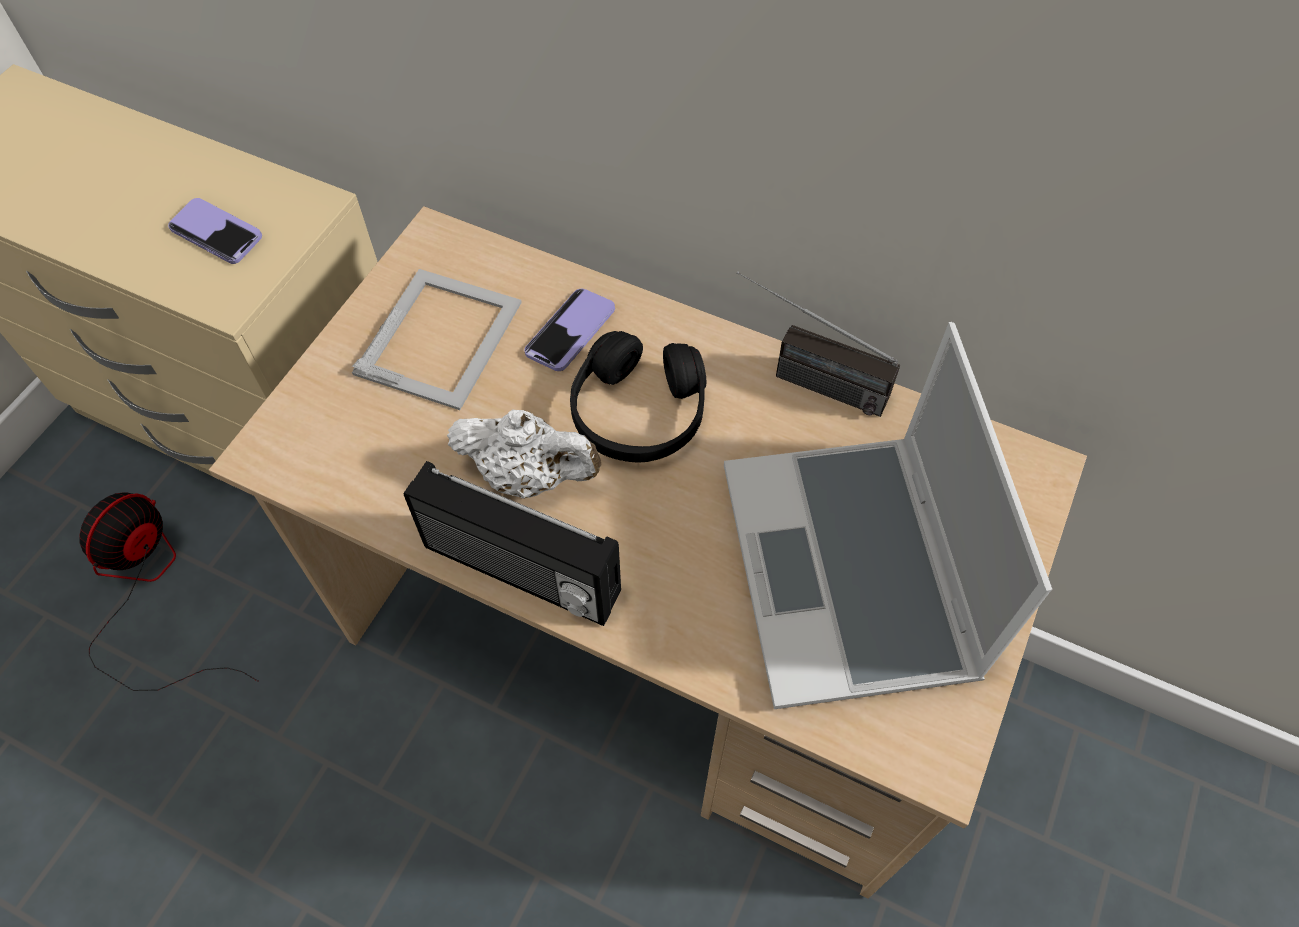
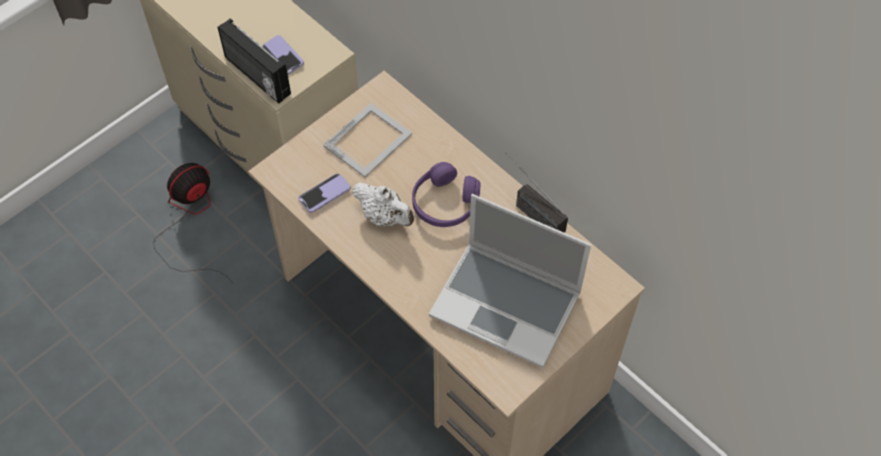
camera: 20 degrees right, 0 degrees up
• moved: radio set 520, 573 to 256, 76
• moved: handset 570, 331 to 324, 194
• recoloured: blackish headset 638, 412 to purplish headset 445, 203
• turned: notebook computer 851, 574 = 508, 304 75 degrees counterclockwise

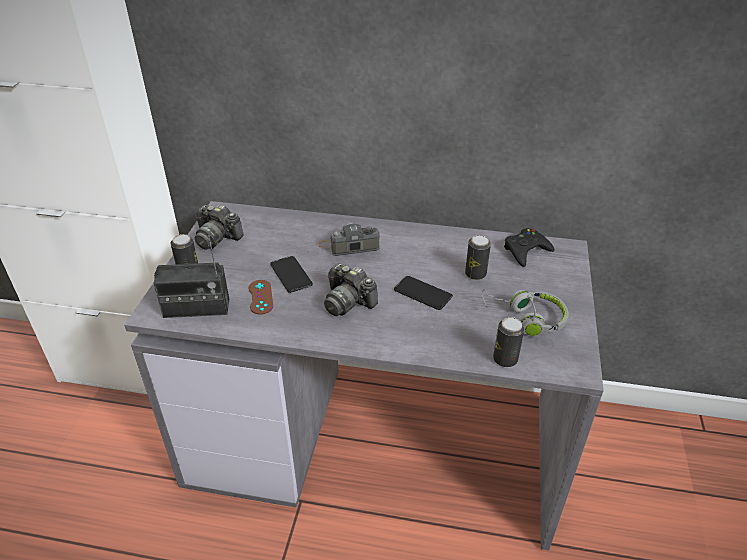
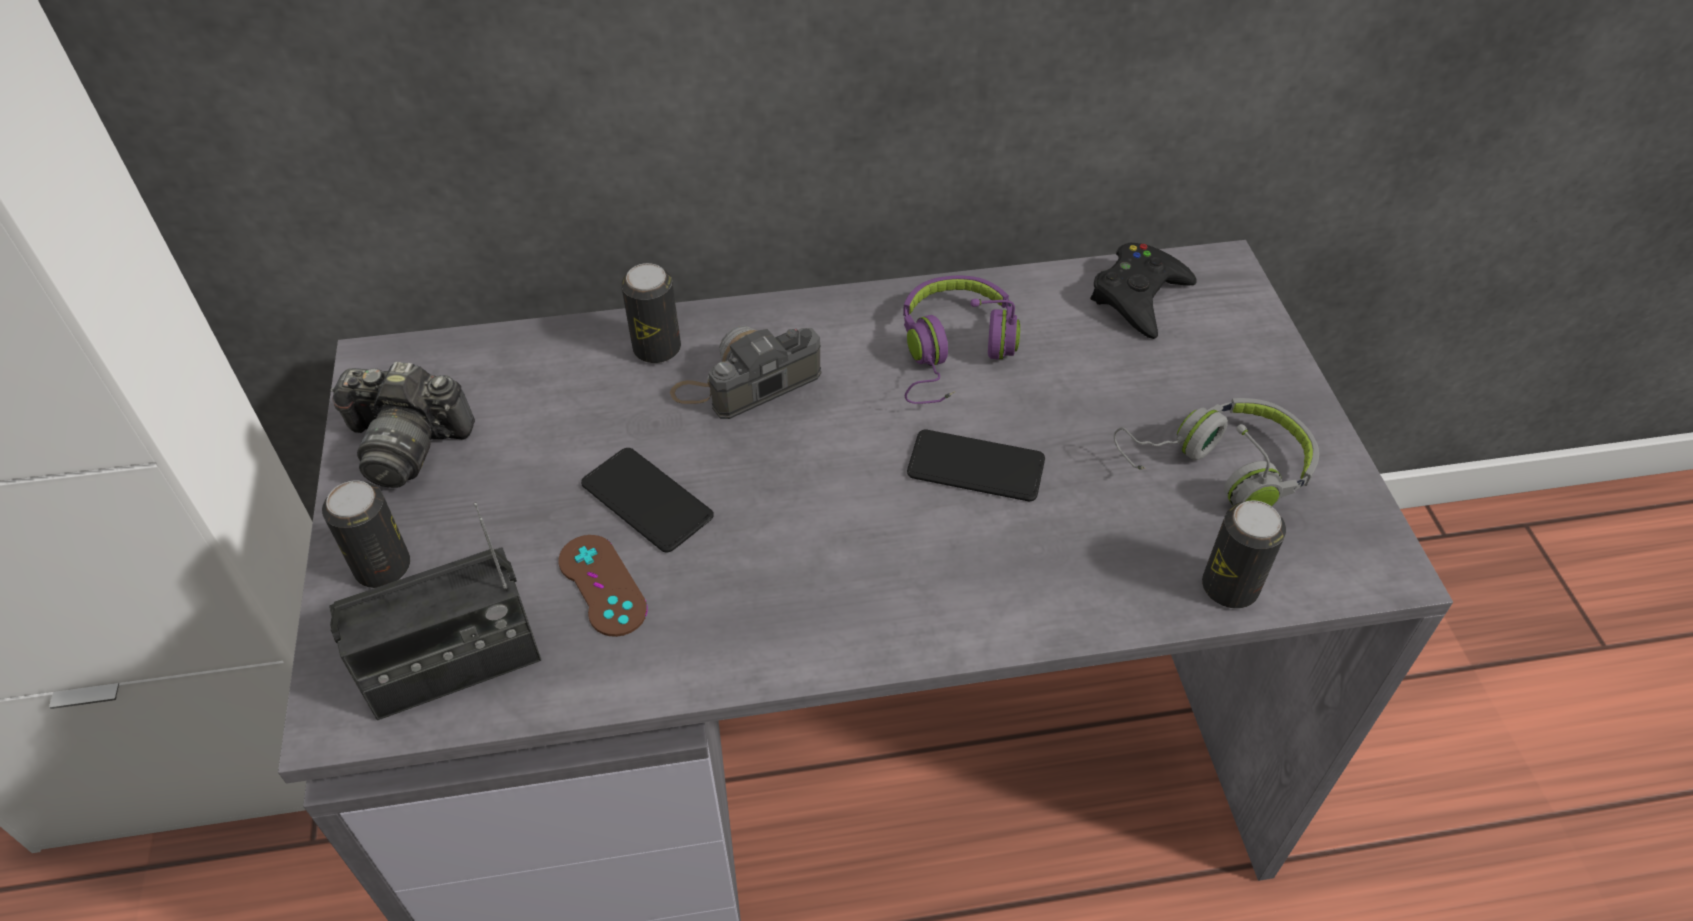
camera: 20 degrees left, 10 degrees up
• removed: photo camera 348, 301
• added: purplish headset 954, 353
• moved: can 475, 274 to 657, 349

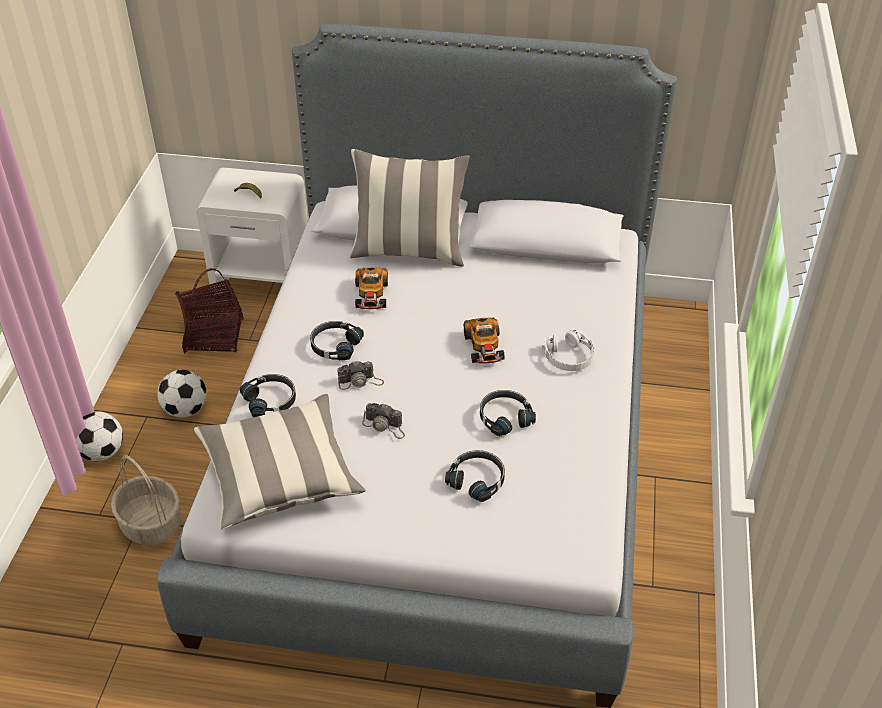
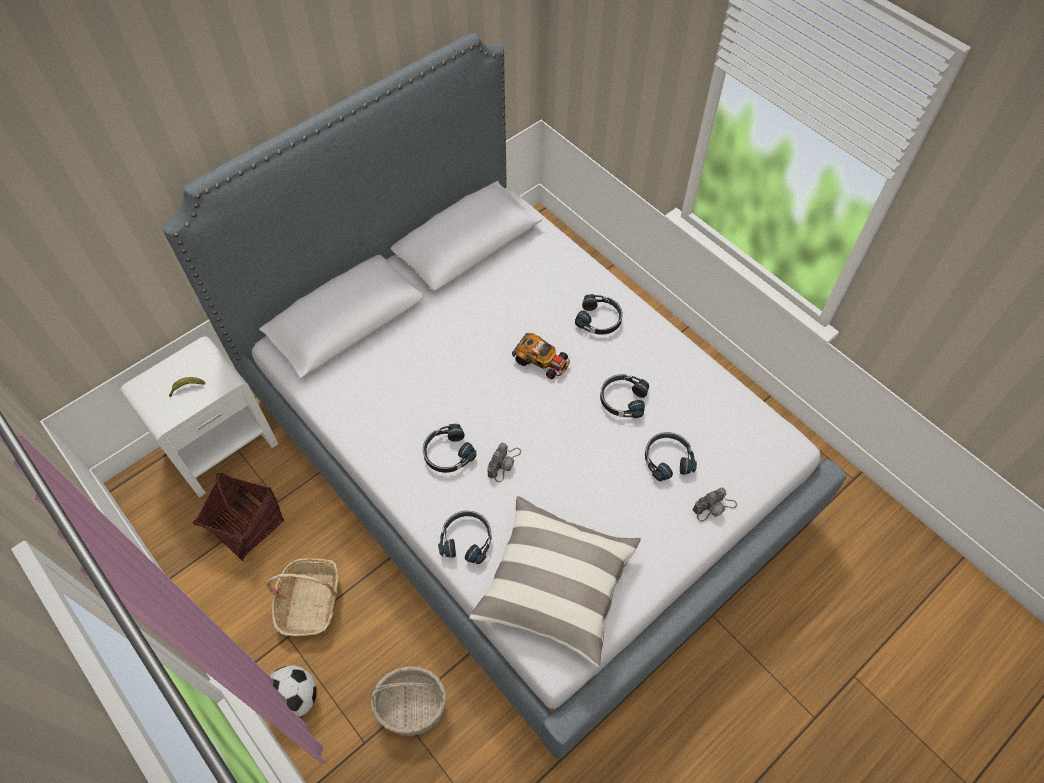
camera: 50 degrees left, 15 degrees up
• removed: throw pillow 409, 251
• removed: model car 371, 295
• moved: photo camera 385, 426 to 714, 507
• replaced: ball for football 185, 410 to storage basket 310, 601
• recoloured: whitish headset 569, 357 to blackish headset 599, 319

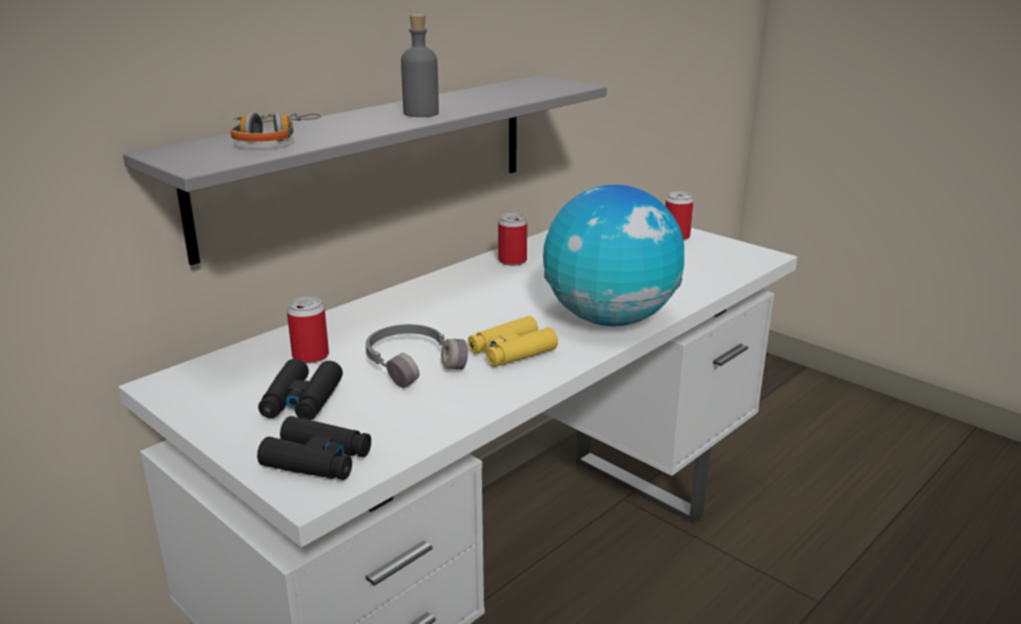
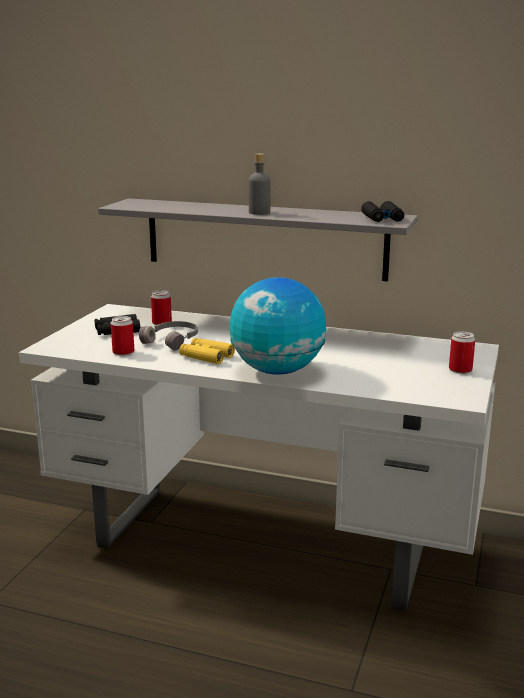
camera: 65 degrees right, 5 degrees down
• removed: headset 271, 139
• moved: blackish pair of binoculars 317, 460 to 382, 218
• moved: can 512, 261 to 123, 352

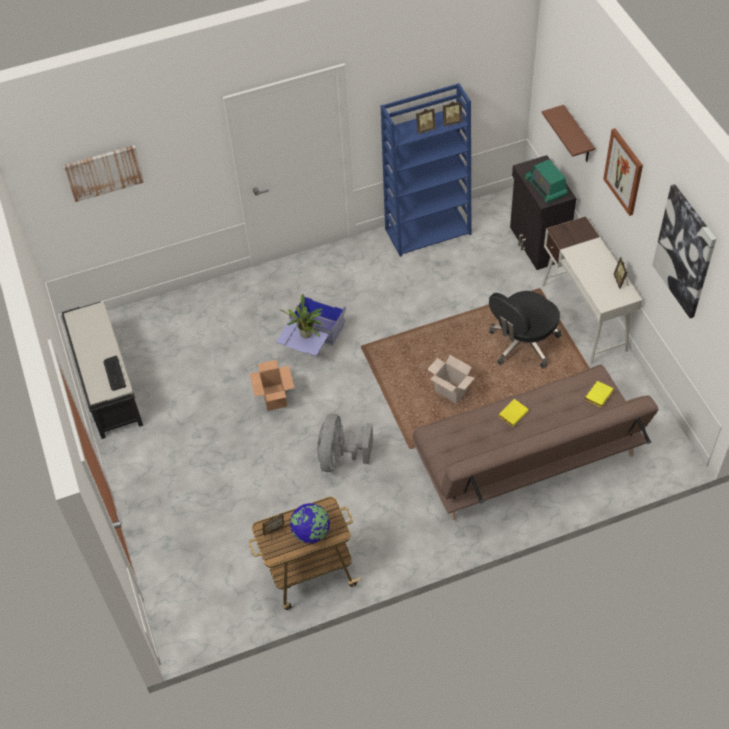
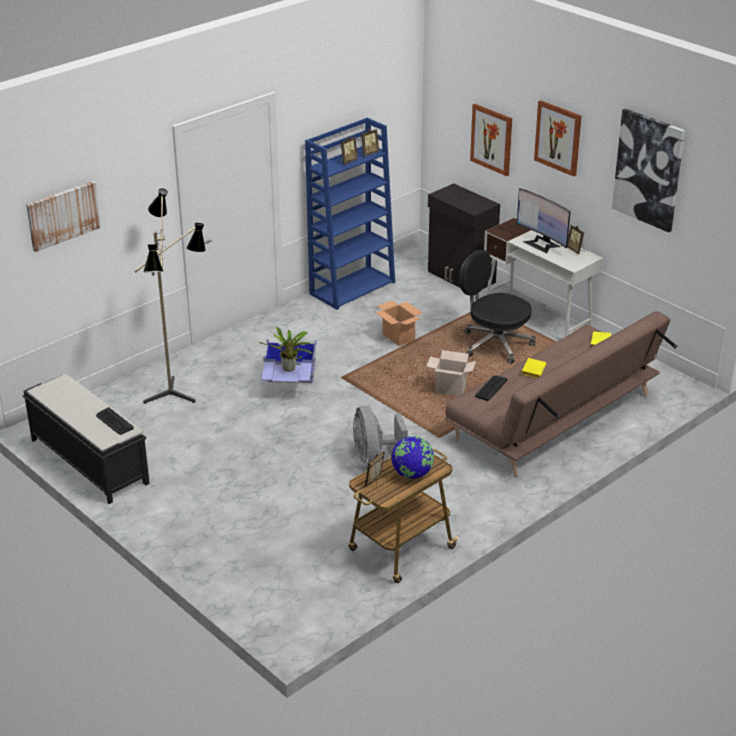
camera: 25 degrees left, 20 degrees down
• removed: radio set 546, 187
• added: floor lamp 177, 394
• added: PC keyboard 490, 388
• added: computer screen 542, 244
• moved: cardboard box 274, 397 to 398, 337
• replaced: brown wall shelf 577, 136 to picture 492, 139
• turned: blackish office chair 522, 344 = 494, 344 105 degrees clockwise

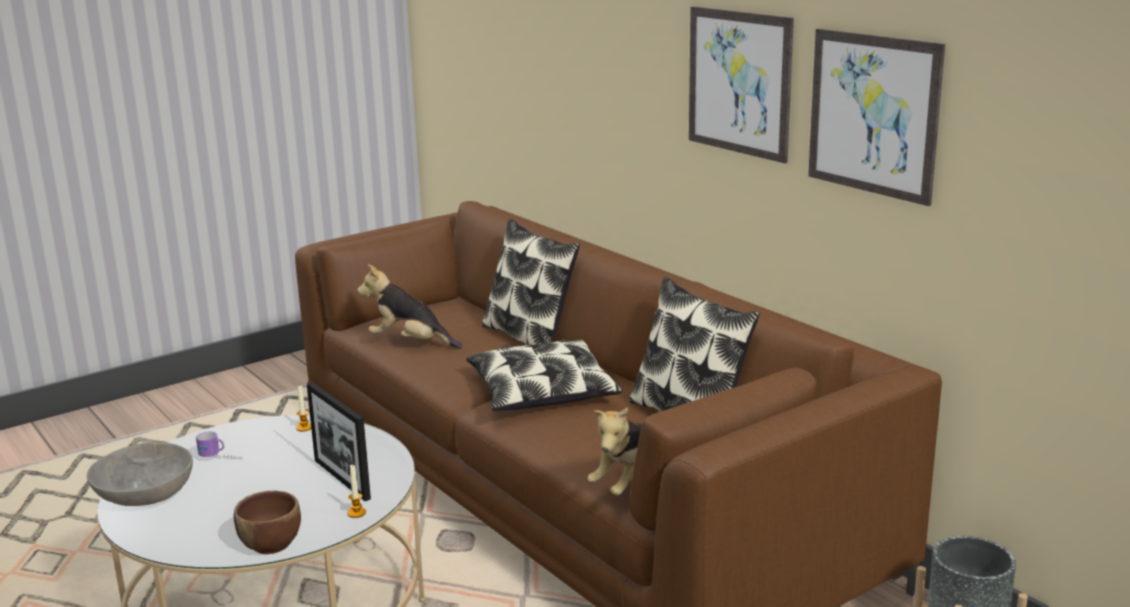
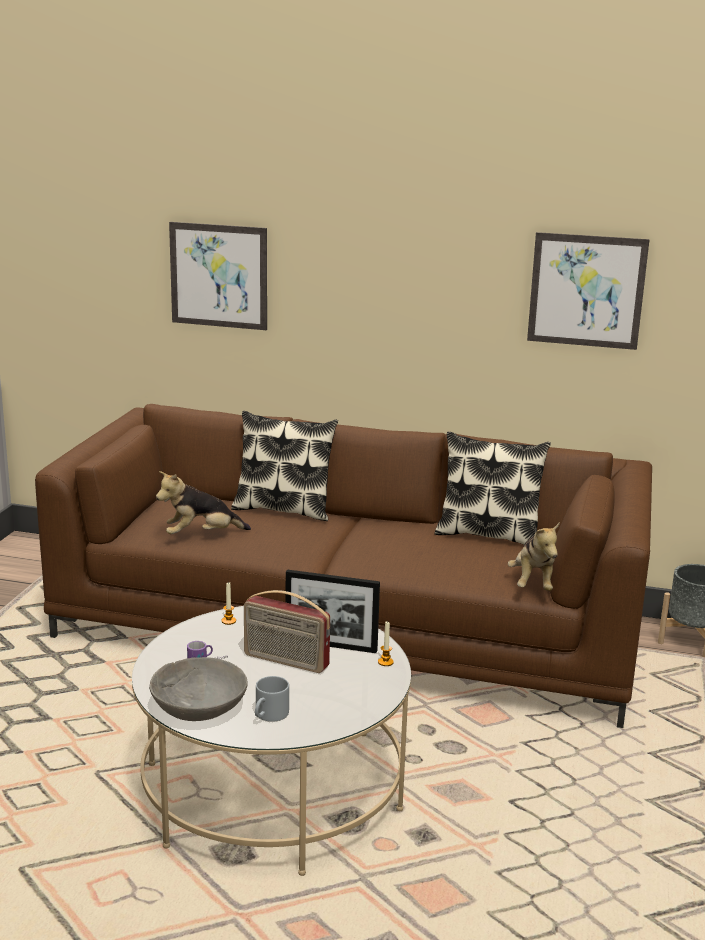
camera: 40 degrees left, 0 degrees up
• removed: brown serving bowl 271, 544
• removed: throw pillow 542, 393
• added: radio set 285, 661
• added: greyish coffee mug 269, 715
• moved: picture 739, 82 to 218, 276

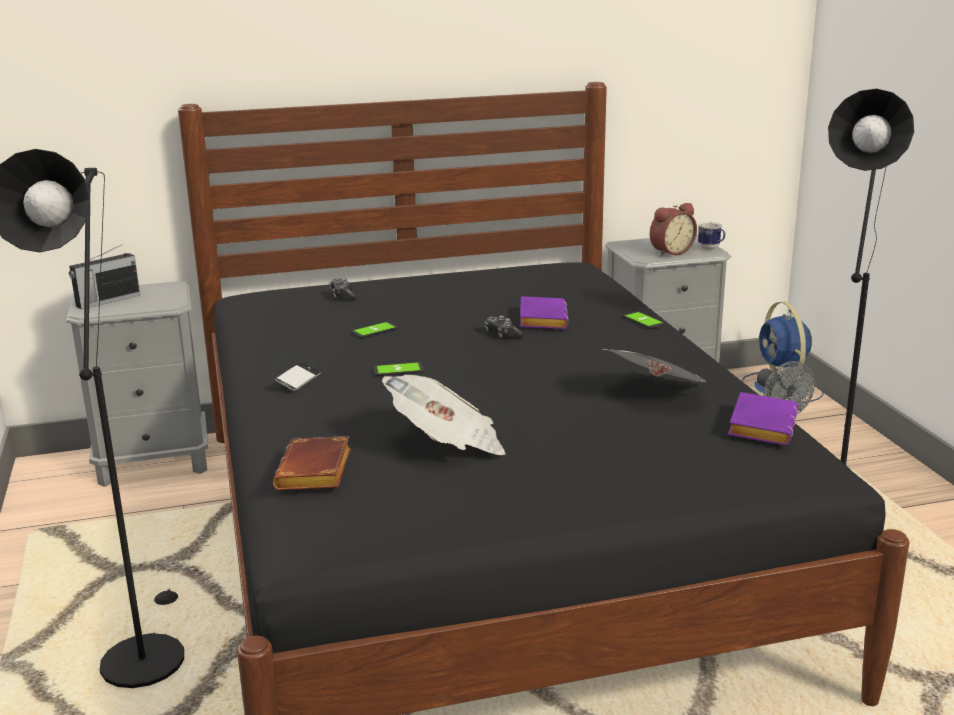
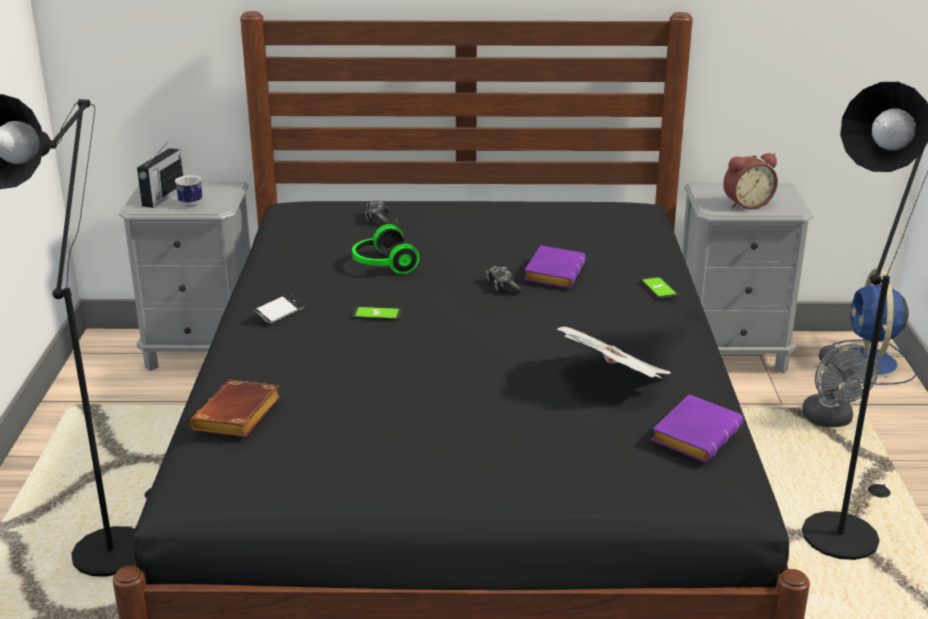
camera: 15 degrees right, 5 degrees up
• removed: newspaper 447, 444
• moved: coffee mug 711, 248 to 191, 206
• replaced: handset 374, 330 to headset 382, 265
• turned: radio set 107, 301 = 162, 197 45 degrees counterclockwise

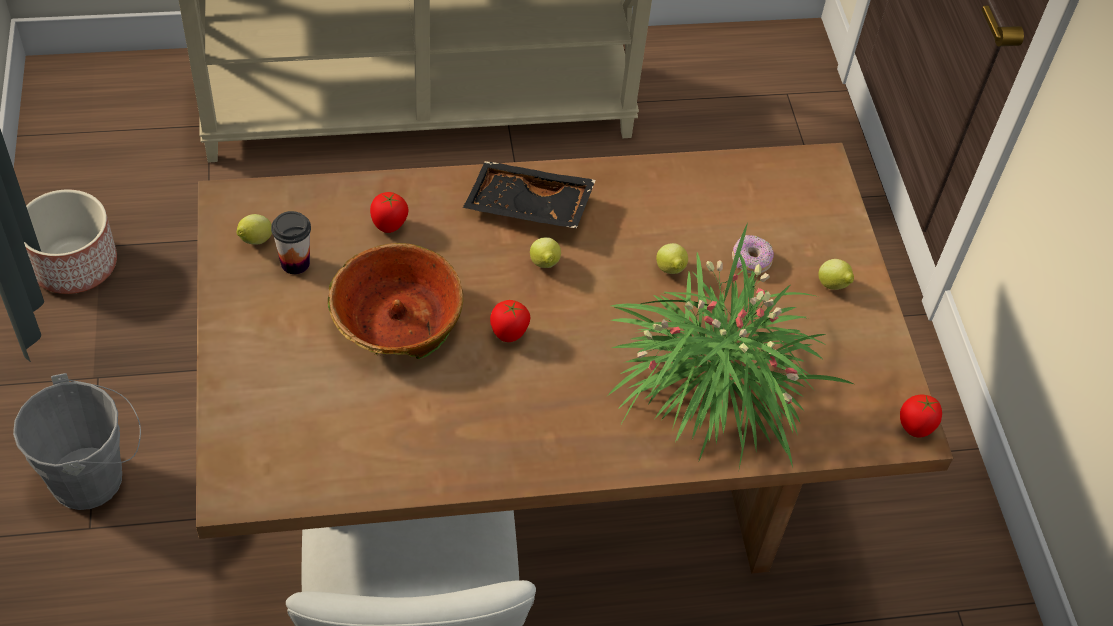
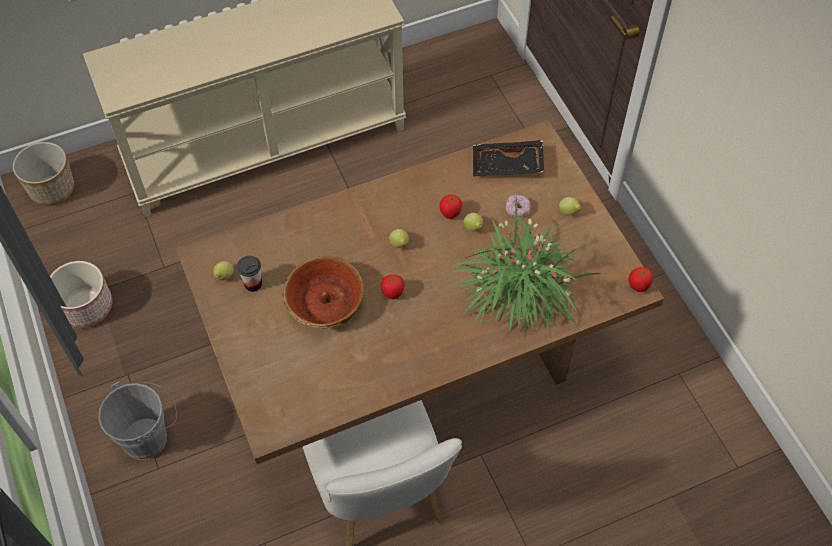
camera: 10 degrees left, 5 degrees up
• added: plant pot 51, 189
• moved: tomato 389, 226 to 450, 214
• moved: blackish carrying tray 528, 208 to 507, 166

